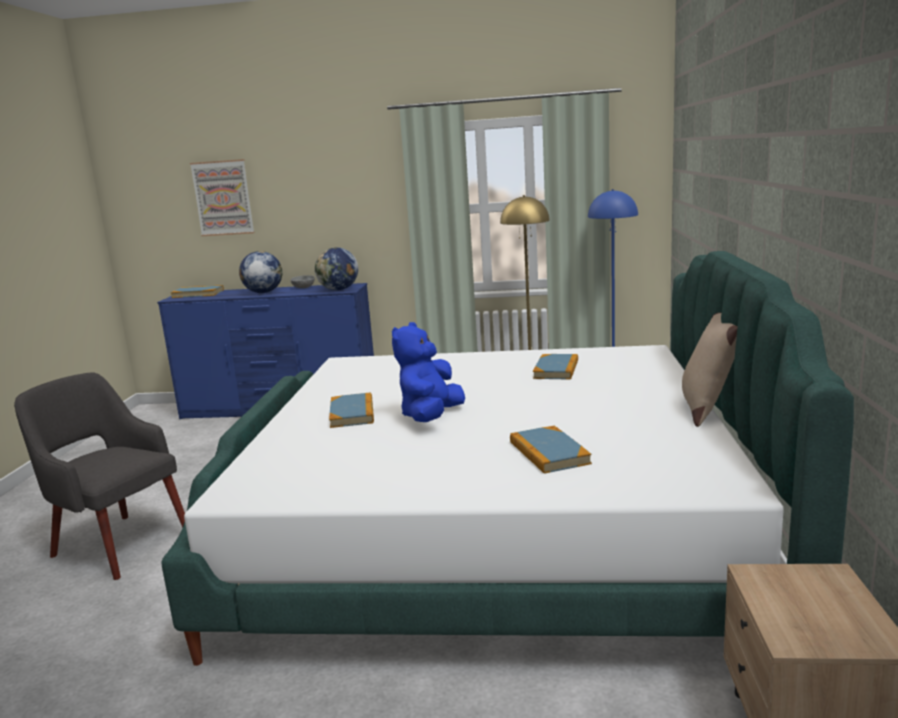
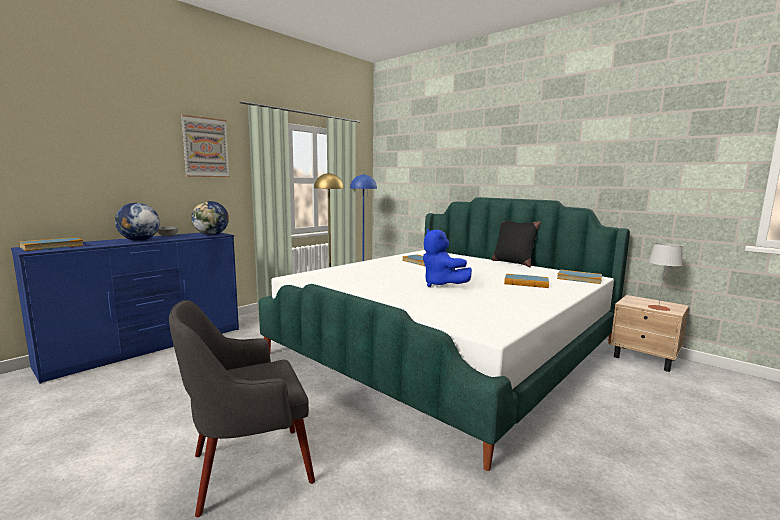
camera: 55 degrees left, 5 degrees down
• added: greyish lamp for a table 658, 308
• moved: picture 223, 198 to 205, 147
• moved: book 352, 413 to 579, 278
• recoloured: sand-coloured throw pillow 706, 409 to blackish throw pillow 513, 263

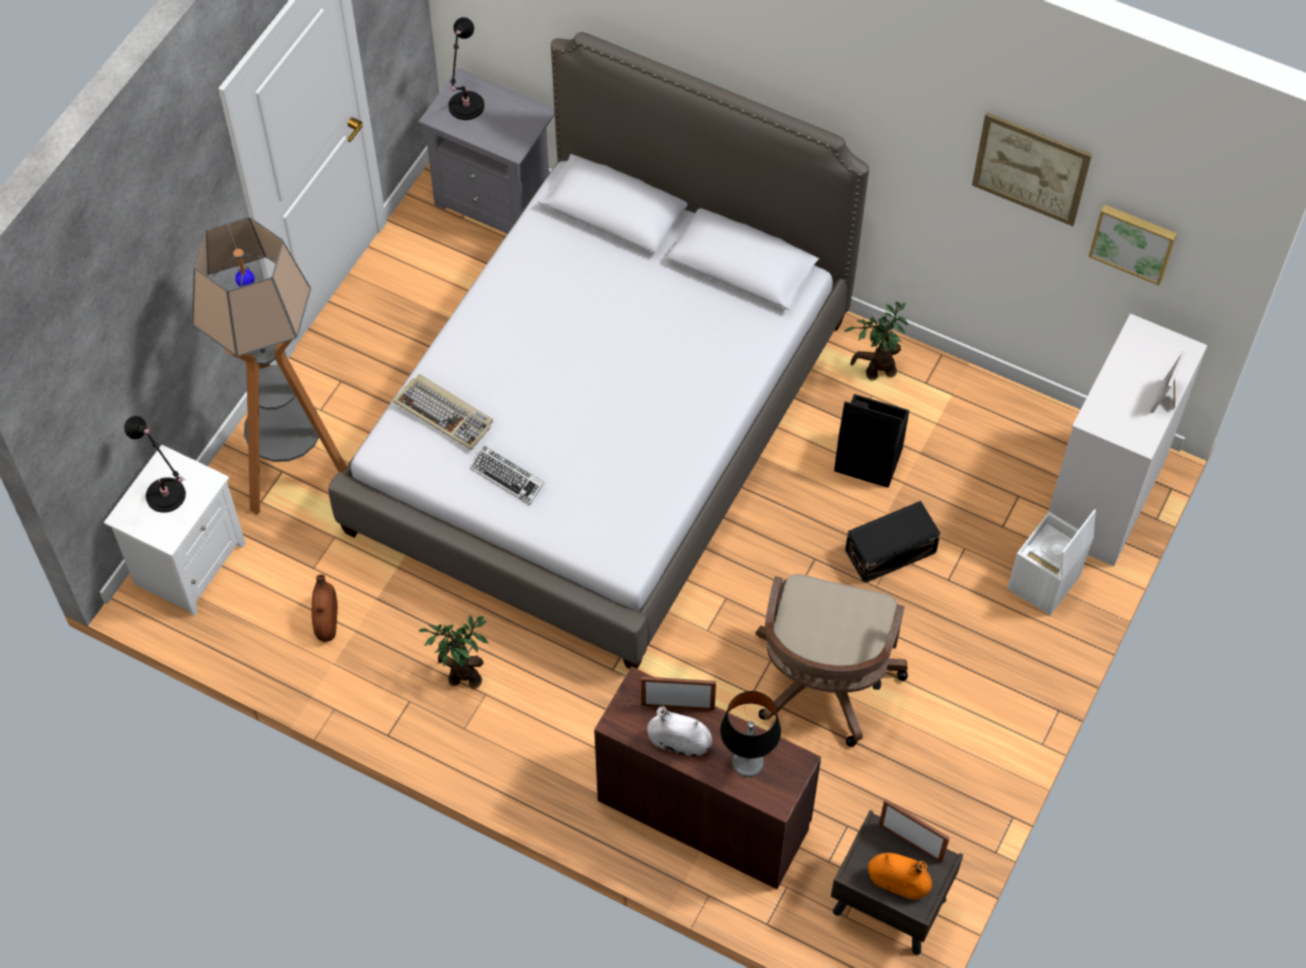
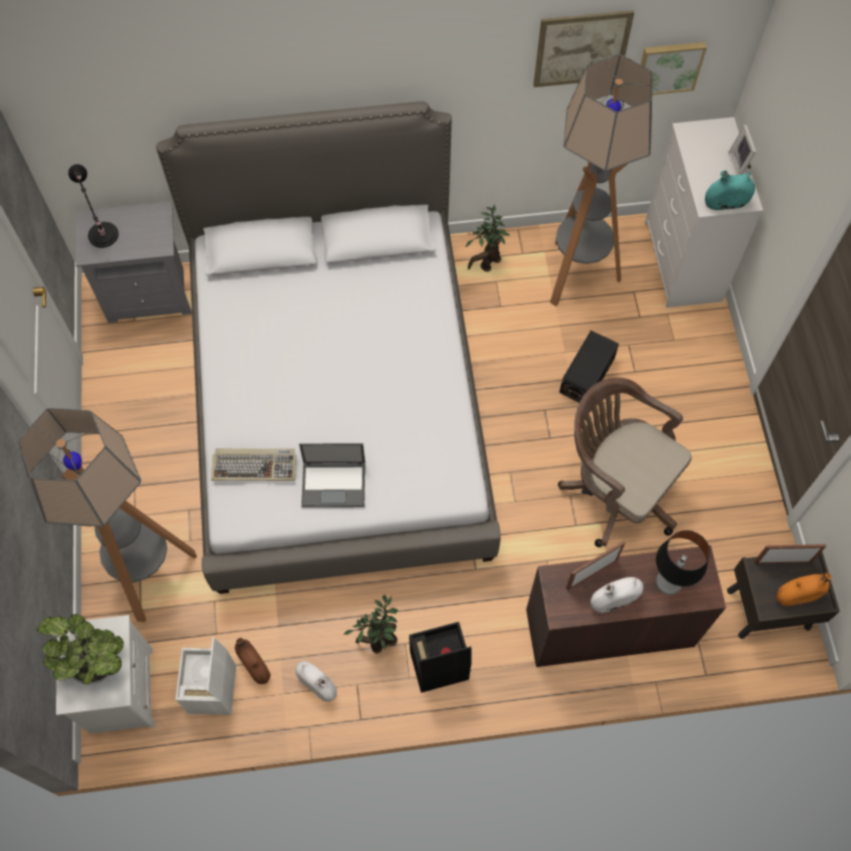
camera: 35 degrees left, 5 degrees up
• added: whitish vase 317, 684
• added: floor lamp 577, 274
• added: turquoise vase 726, 203
• moved: blackish storage bin 866, 460 to 438, 666
• moved: whitish storage bin 1044, 583 to 213, 690
• replaced: blackish lamp for a table 168, 497 to houseplant 93, 662
• replaced: PC keyboard 507, 477 to notebook computer 334, 484
• turned: brown office chair 823, 685 = 614, 490 150 degrees clockwise

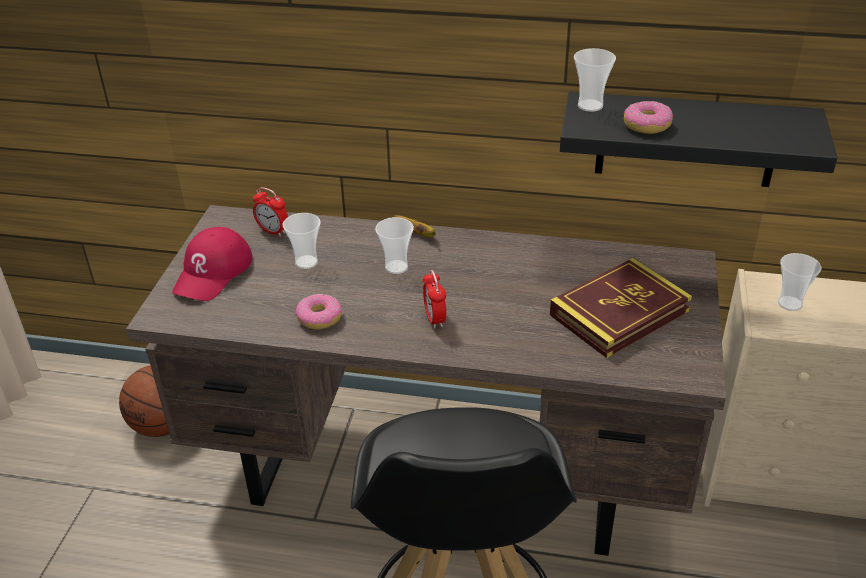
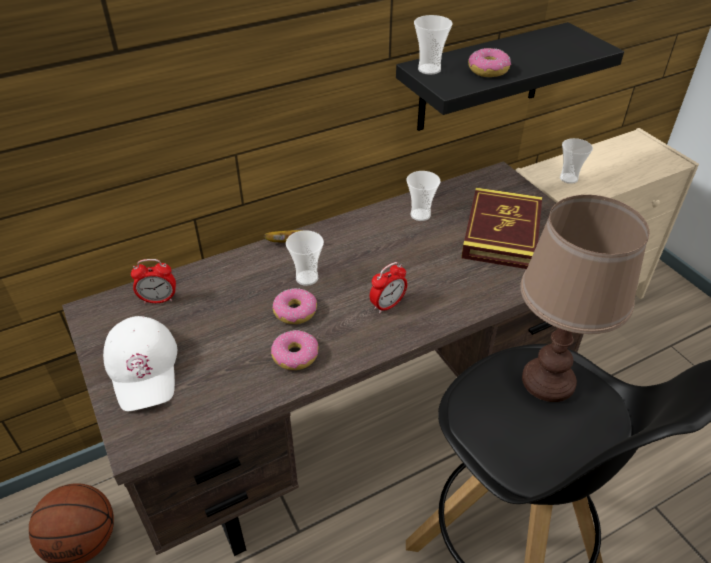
camera: 40 degrees left, 5 degrees up
• added: doughnut 295, 312
• added: brown lamp for a table 549, 381
• moved: drinking cup 306, 262 to 420, 215
• recoloured: red-coloured peaked cap 213, 272 to whitish peaked cap 144, 368
• turned: alarm clock 434, 319 = 387, 305 75 degrees counterclockwise

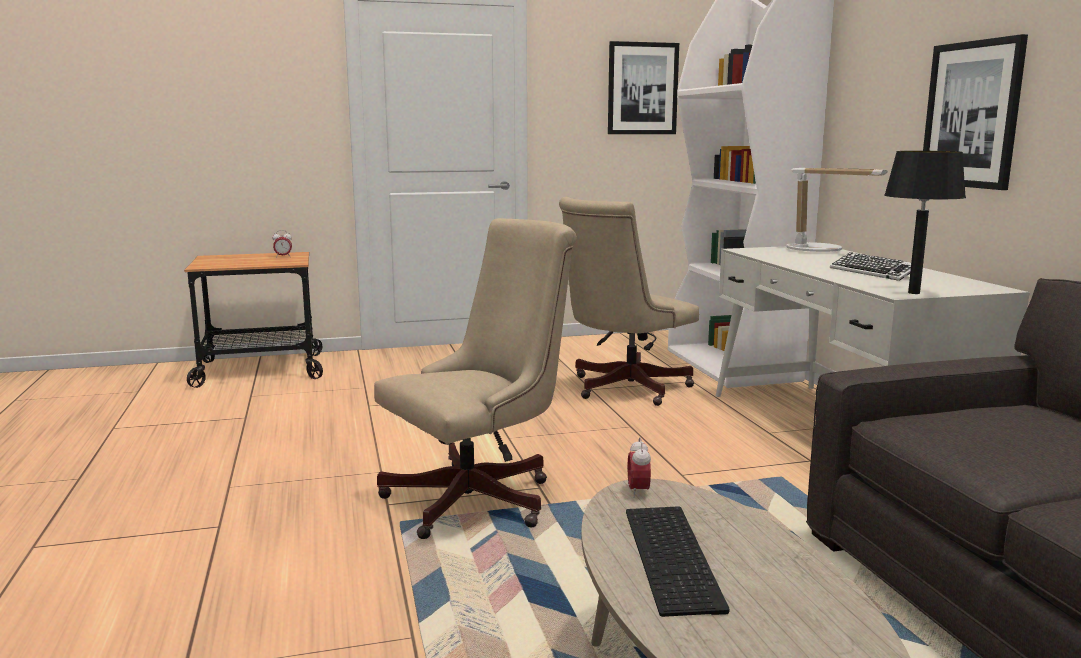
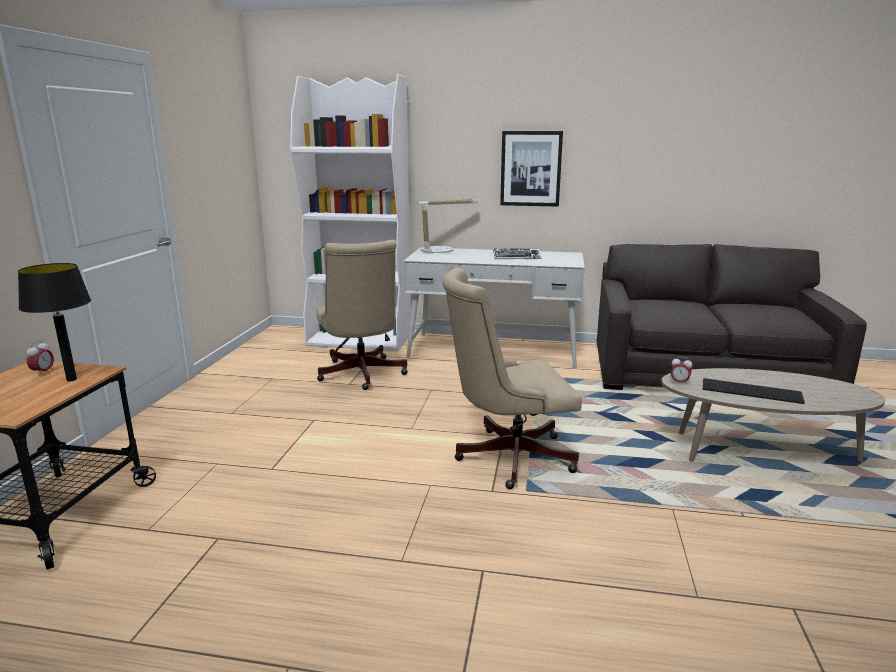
camera: 65 degrees left, 5 degrees up
• removed: picture 642, 88
• moved: blackish lamp for a table 913, 293 to 71, 379
• turned: sand-coloured office chair 481, 499 = 507, 457 90 degrees counterclockwise

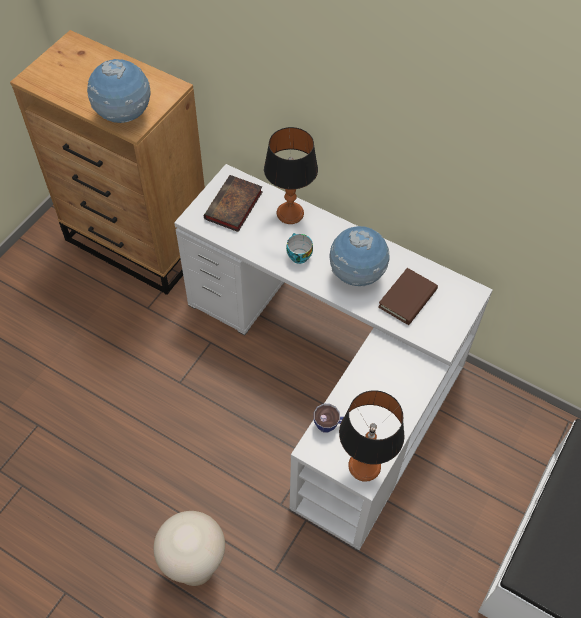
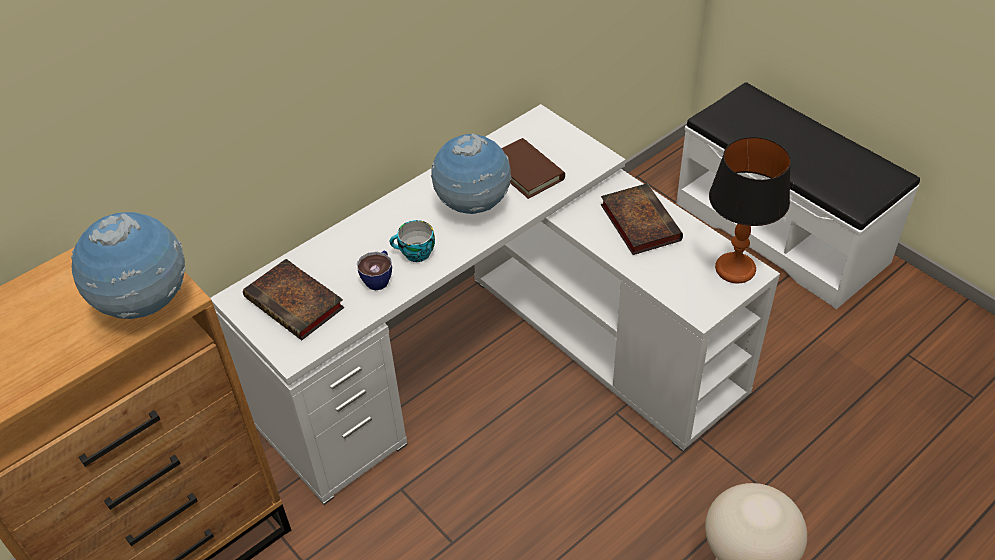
camera: 70 degrees left, 10 degrees down
• removed: lamp for a table 289, 213
• added: book 638, 221
• moved: drinking cup 330, 424 to 379, 278

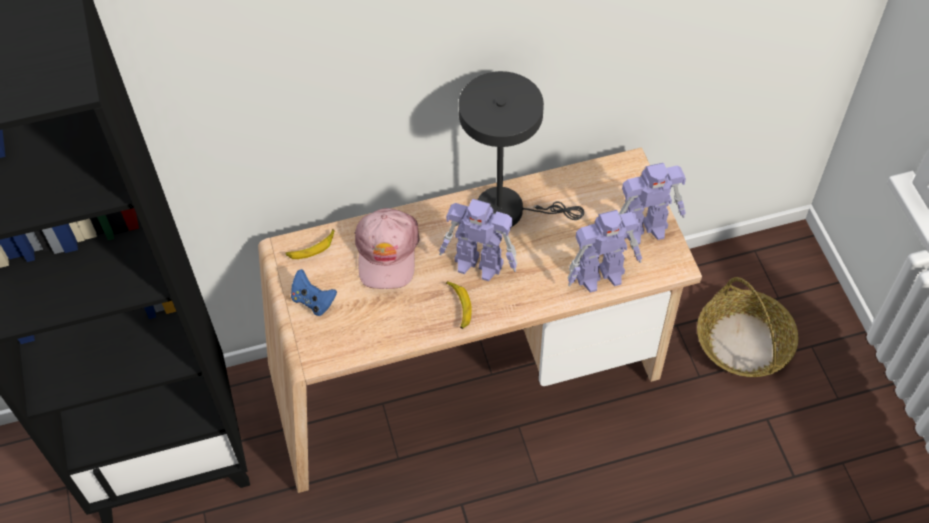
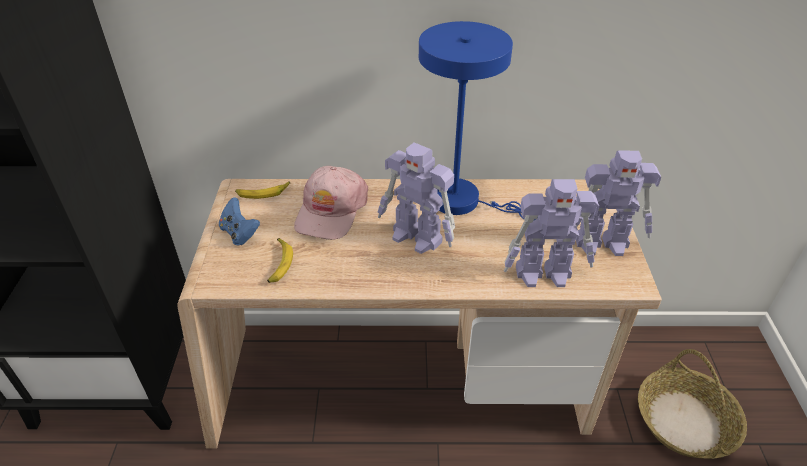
camera: 15 degrees right, 15 degrees down
• moved: banana 459, 307 to 279, 264
• recoloured: greyish lamp for a table 508, 210 to blue lamp for a table 464, 201

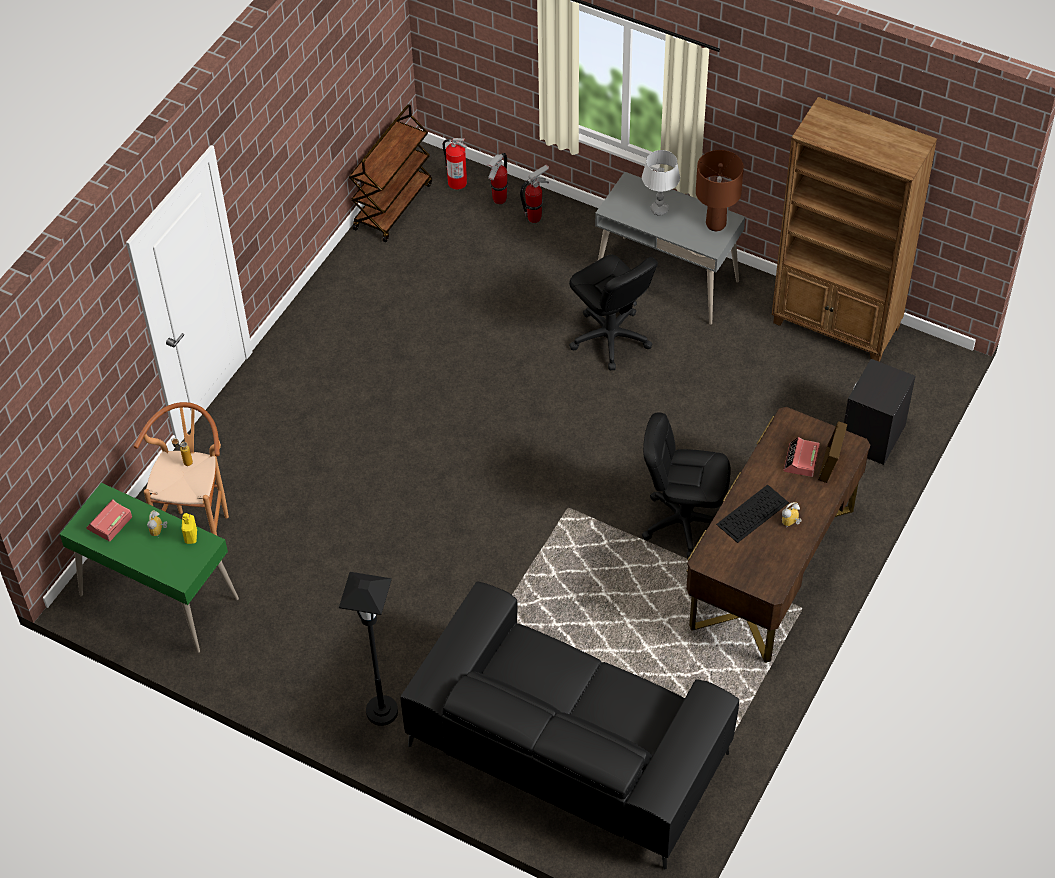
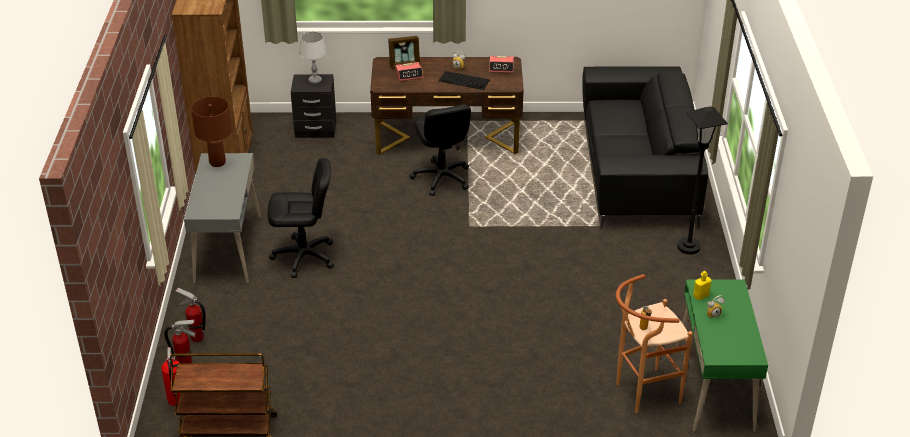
camera: 120 degrees left, 15 degrees down
• moved: alarm clock 109, 523 to 501, 67
• moved: greyish lamp for a table 659, 209 to 315, 80
• turned: blackish office chair 610, 338 = 304, 257 60 degrees clockwise

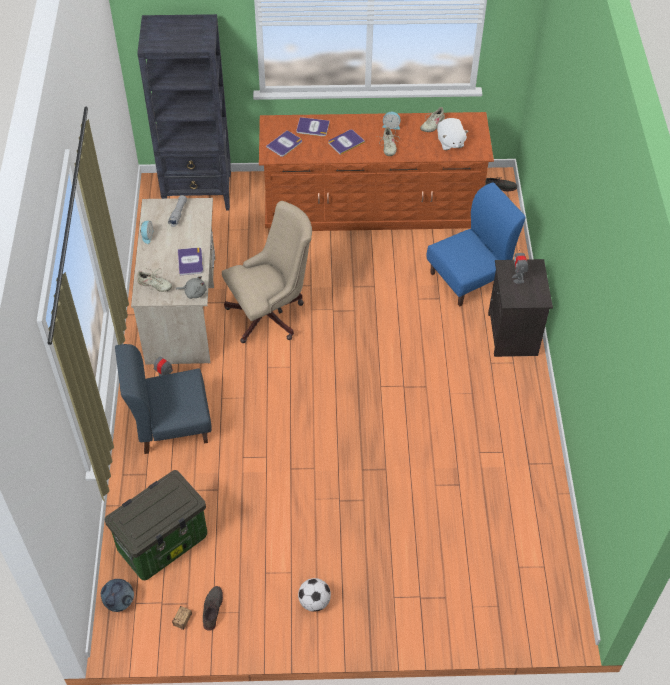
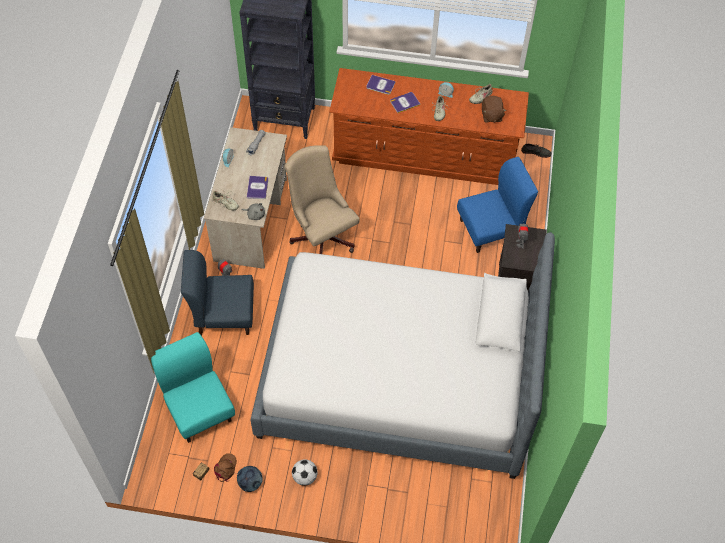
camera: 10 degrees right, 5 degrees up
• removed: book 284, 144
• added: bed 398, 376
• moved: ball for football 119, 602 to 250, 483
• replaced: storage bin 163, 542 to turquoise plain chair 199, 409
• replaced: greyish item of footwear 212, 609 to brown peaked cap 225, 468
• recoloured: whitish cuddly toy 450, 142 to brown cuddly toy 491, 115
• turned: sand-coloured office chair 271, 314 = 321, 235 105 degrees counterclockwise

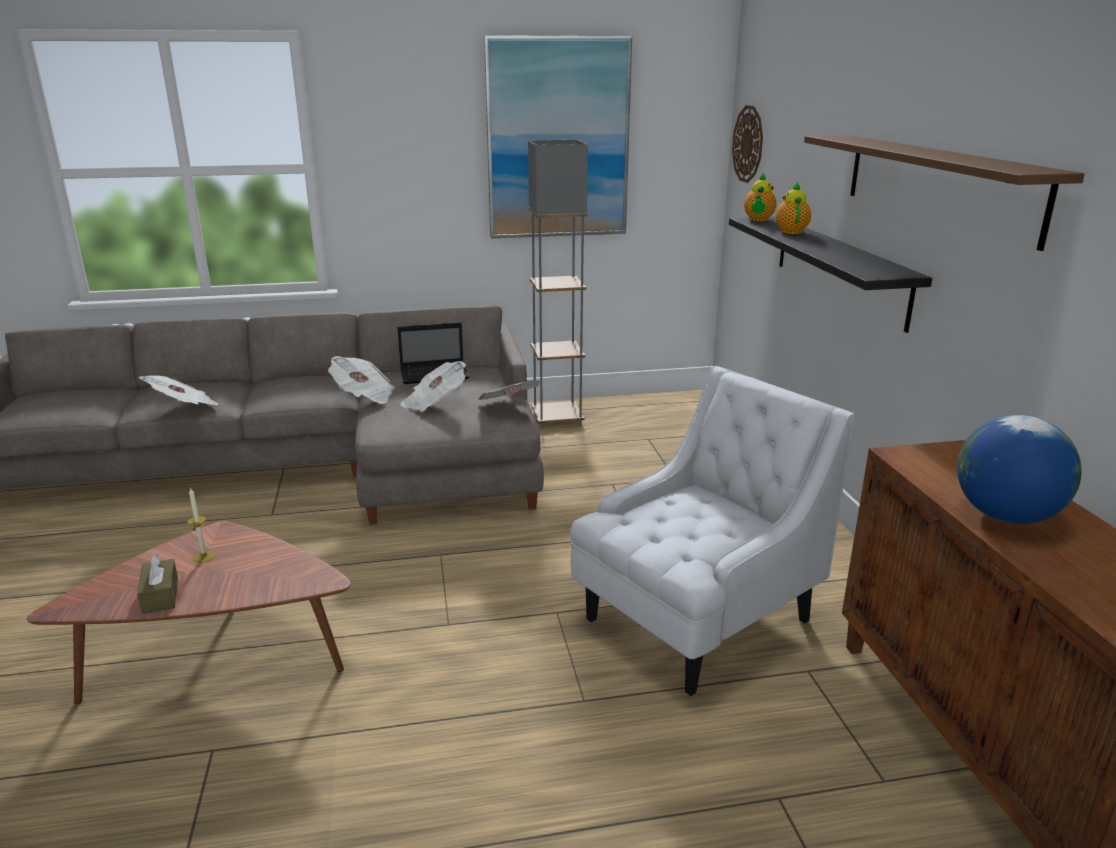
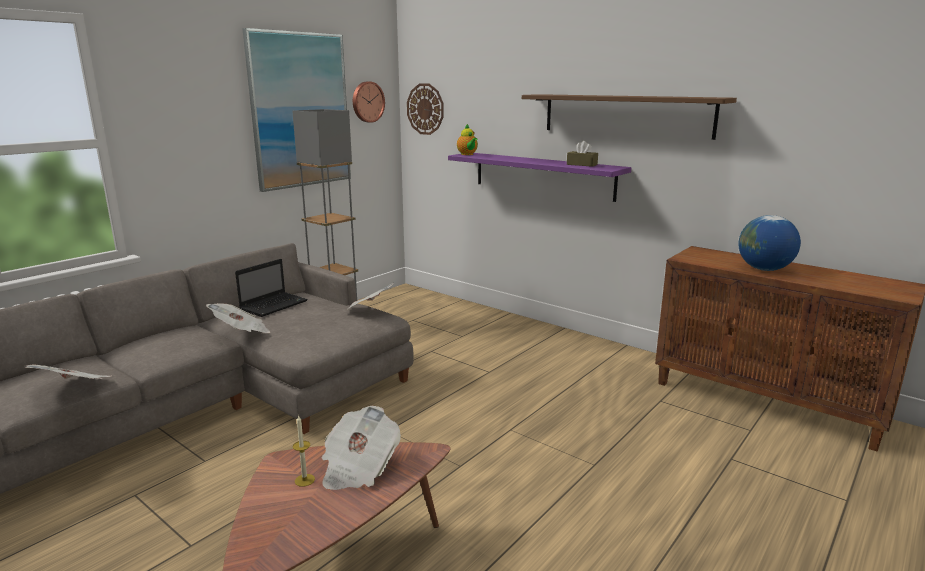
camera: 40 degrees left, 5 degrees down
• removed: whitish armchair 695, 621
• removed: pot for tea 791, 231
• added: hanging clock 367, 102
• moved: brown tissue holder 160, 595 to 582, 164
• moved: newspaper 434, 403 to 358, 467
• recoloured: blackish wall shelf 839, 268 to purplish wall shelf 542, 175

